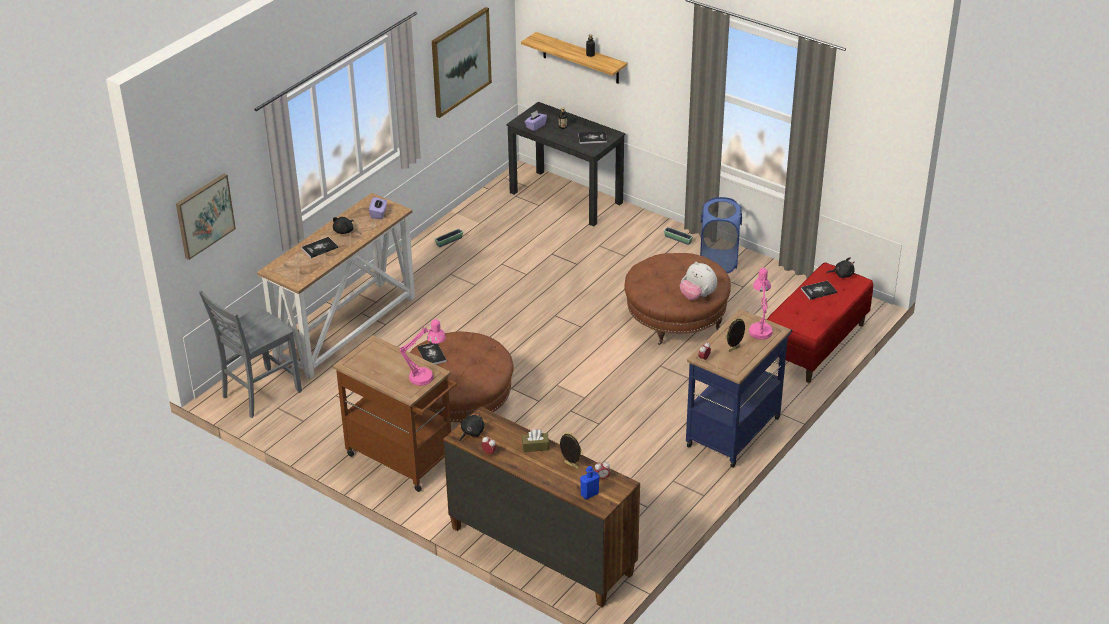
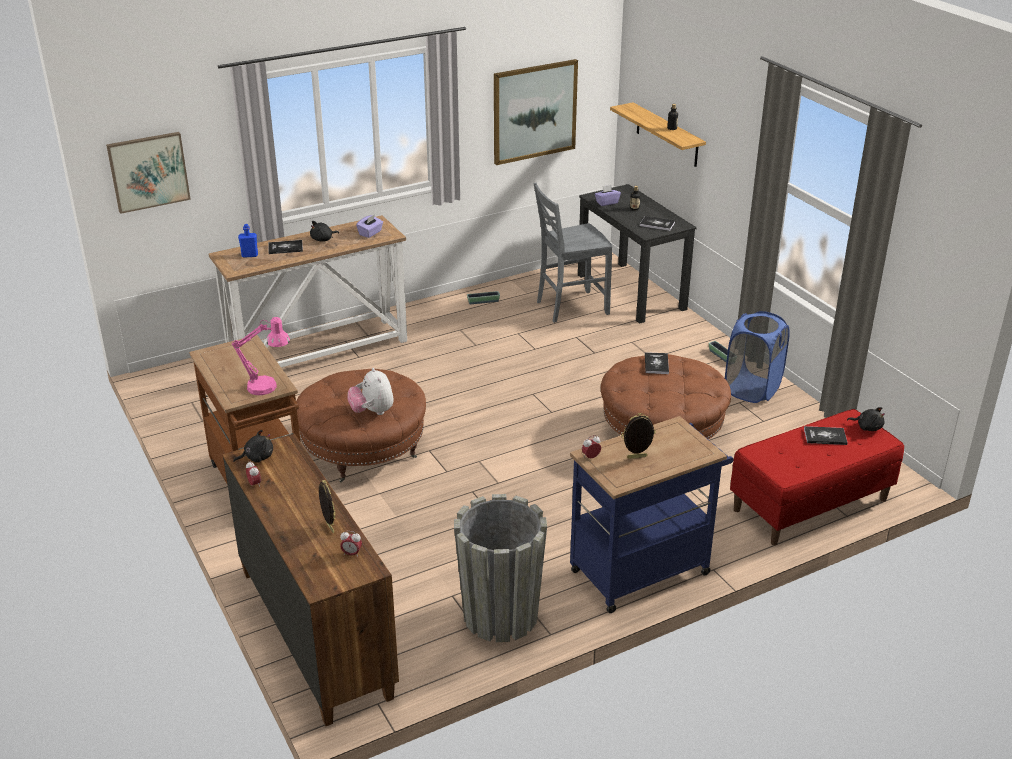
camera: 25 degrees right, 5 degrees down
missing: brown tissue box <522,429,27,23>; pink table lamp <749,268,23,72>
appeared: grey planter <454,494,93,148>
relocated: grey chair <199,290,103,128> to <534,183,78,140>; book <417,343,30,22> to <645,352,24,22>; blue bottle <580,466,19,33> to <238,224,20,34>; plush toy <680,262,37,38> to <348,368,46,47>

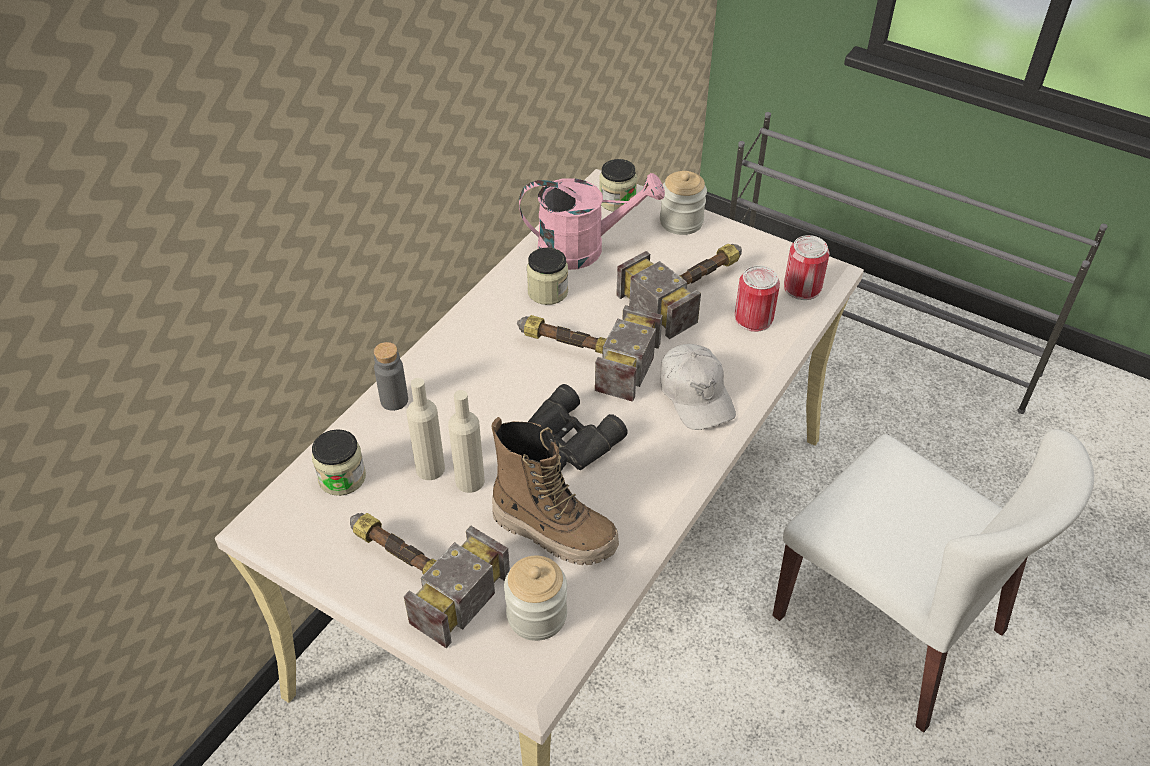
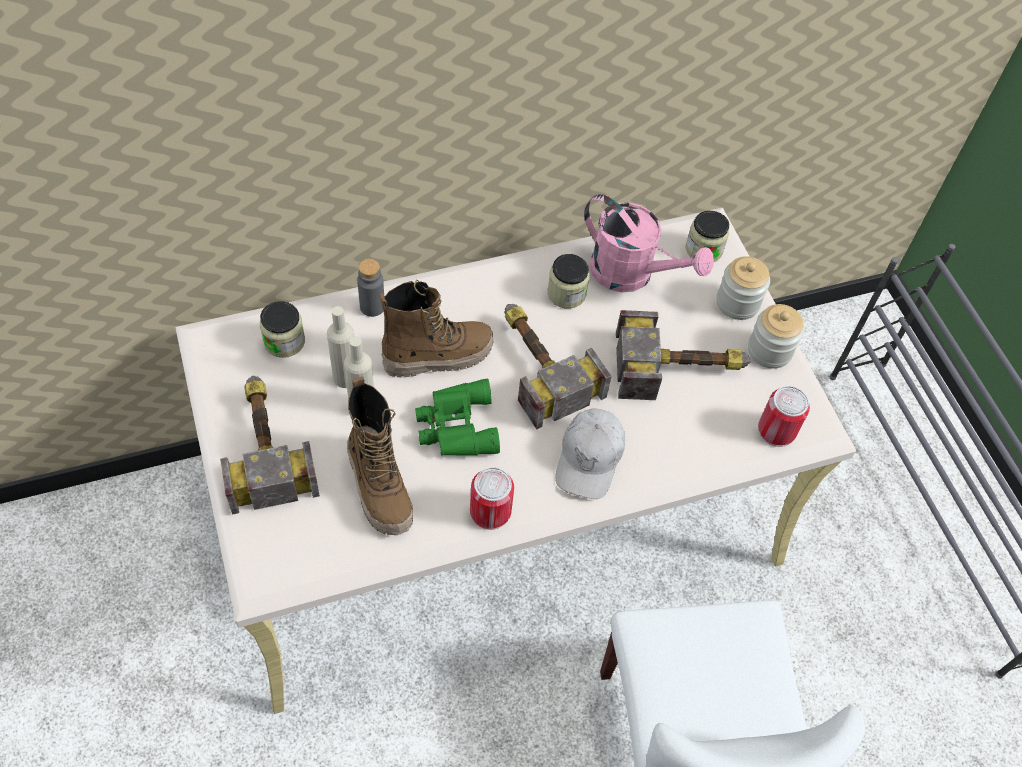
camera: 35 degrees right, 10 degrees up
appeared: boot <379,279,115,98>
relocated: jar <504,556,63,85> to <748,304,56,65>; can <735,265,45,67> to <470,467,44,63>
colour: black binoculars <528,384,100,87> to green binoculars <415,379,85,77>

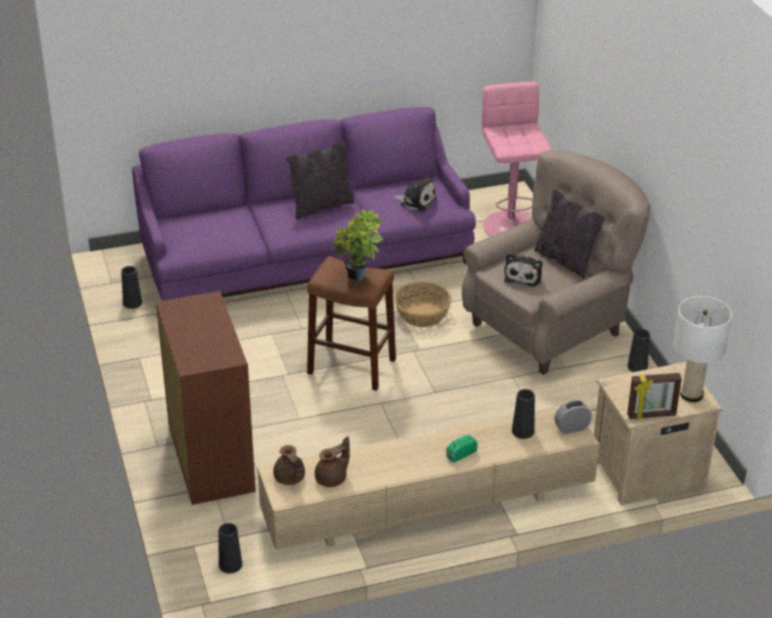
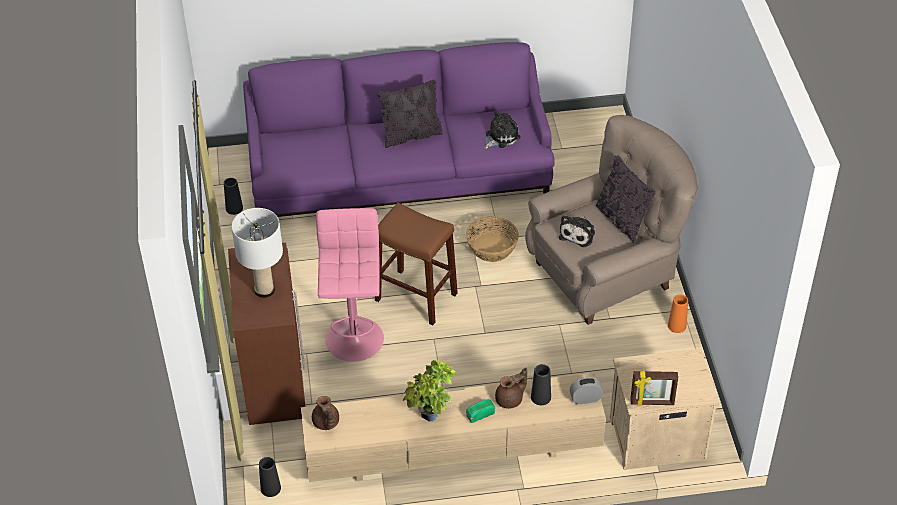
camera: 10 degrees right, 10 degrees up
relocated: brown teapot <315,436,35,51> to <495,368,32,41>; potted plant <332,209,51,72> to <403,360,53,61>; pink stool <482,82,70,154> to <316,208,68,154>; white table lamp <673,296,59,106> to <231,208,52,90>
colour: black vase <627,329,23,43> to orange vase <668,295,20,38>
spun: plush toy <393,175,44,36> = <484,111,37,38> 75 degrees counterclockwise

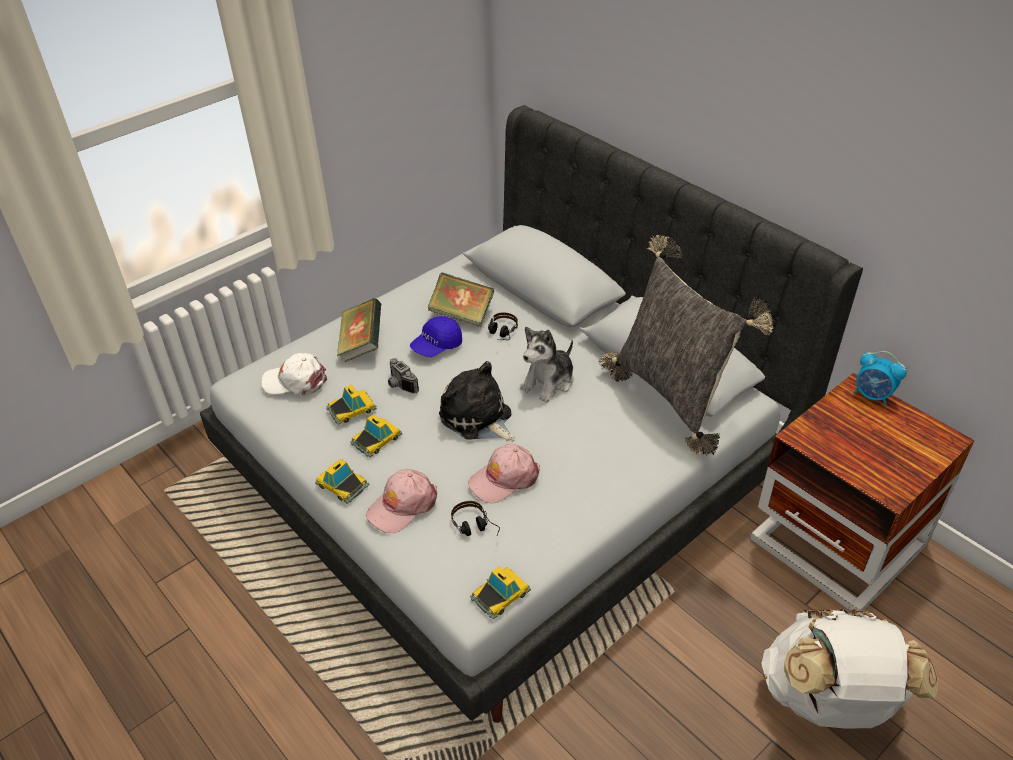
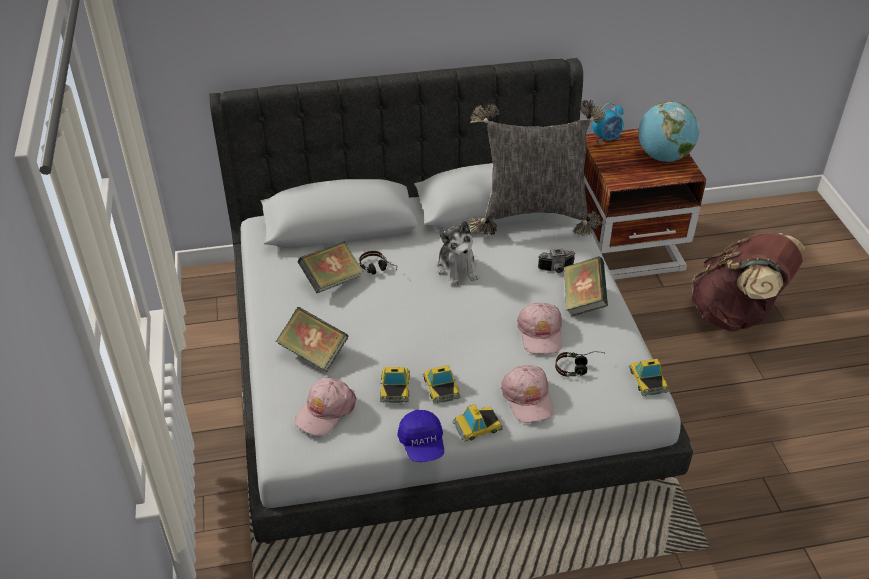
camera: 60 degrees left, 0 degrees up
missing: plush toy <439,361,76,80>
appeared: book <563,256,45,61>; globe <638,101,62,61>
relocated: photo camera <388,358,31,35> to <538,249,37,24>; blue cap <410,316,52,41> to <397,410,47,52>
colour: white cap <261,353,66,42> to pink cap <294,378,62,58>; white backpack <761,609,177,119> to brown backpack <692,233,113,98>

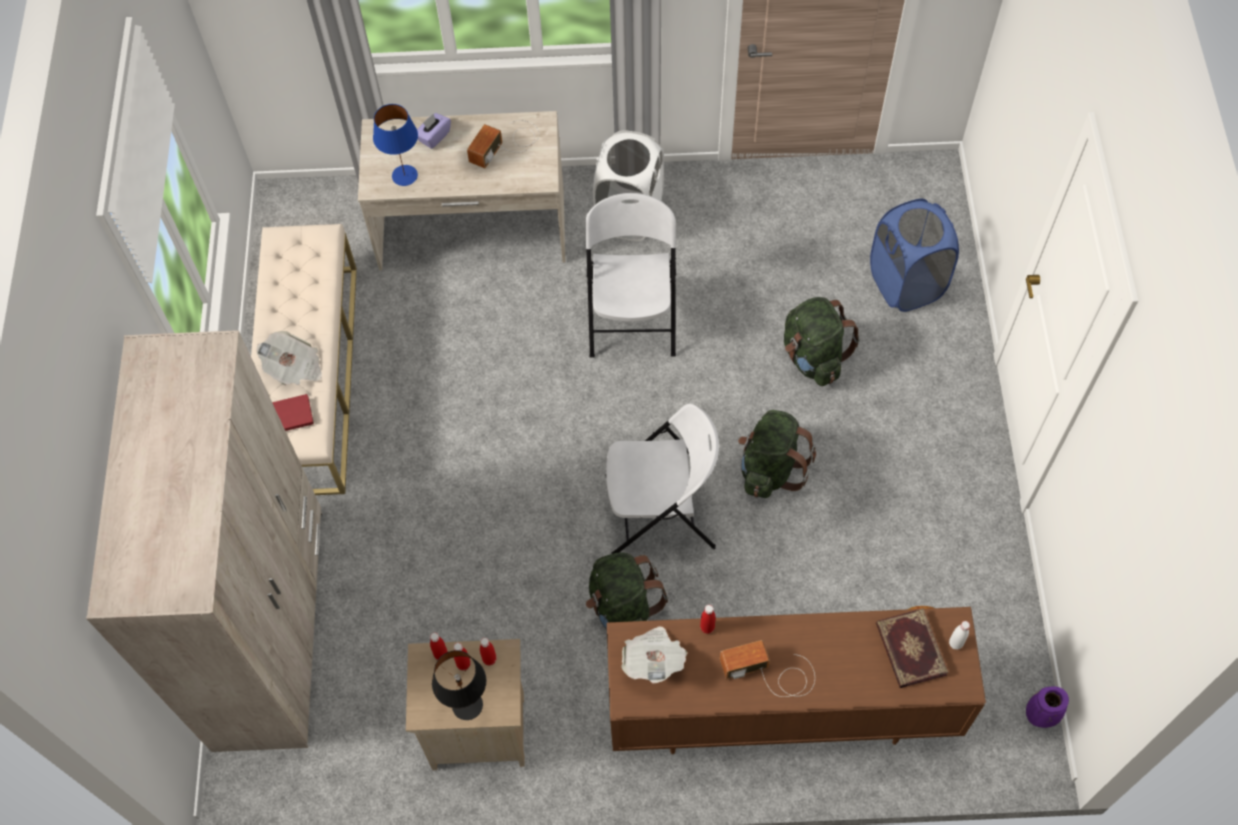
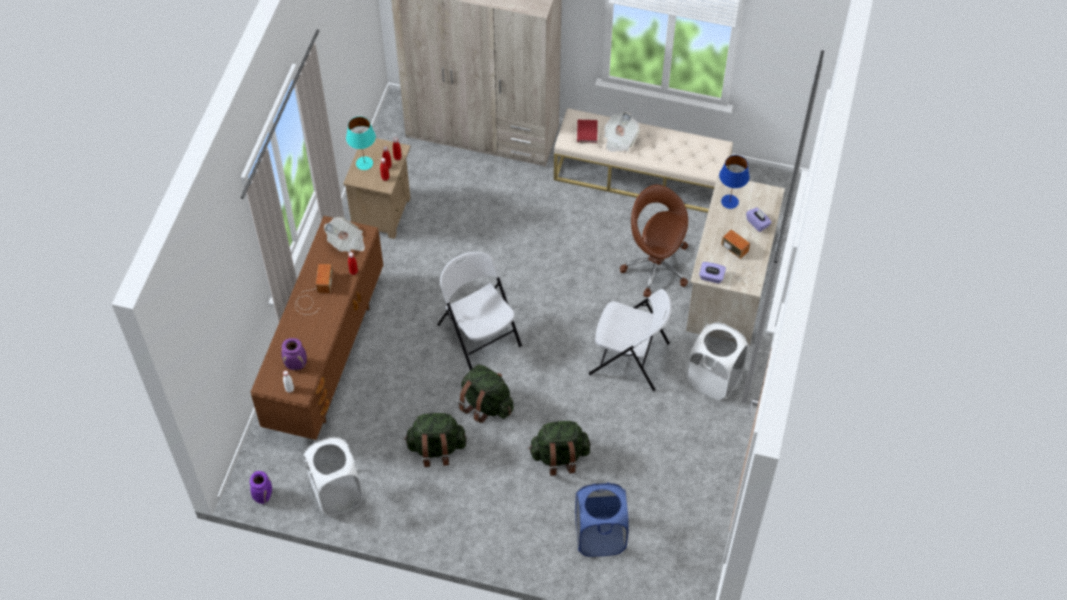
camera: 105 degrees right, 5 degrees down
appeared: white laundry basket <303,436,60,80>; brown office chair <620,185,68,112>; purple tissue box <699,262,27,22>
relocated: green backpack <586,552,83,78> to <404,413,62,54>
exchanged: book <876,608,72,80> to purple vase <282,338,25,32>
colour: black table lamp <432,650,54,70> to turquoise table lamp <346,116,30,54>
spun: white chair <605,404,114,150> = <437,252,85,118> 135 degrees clockwise

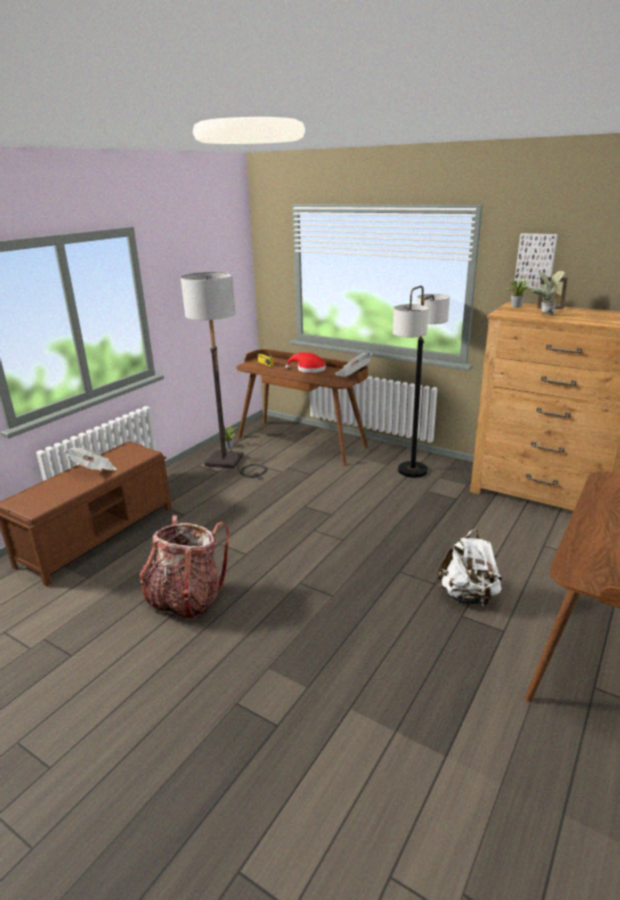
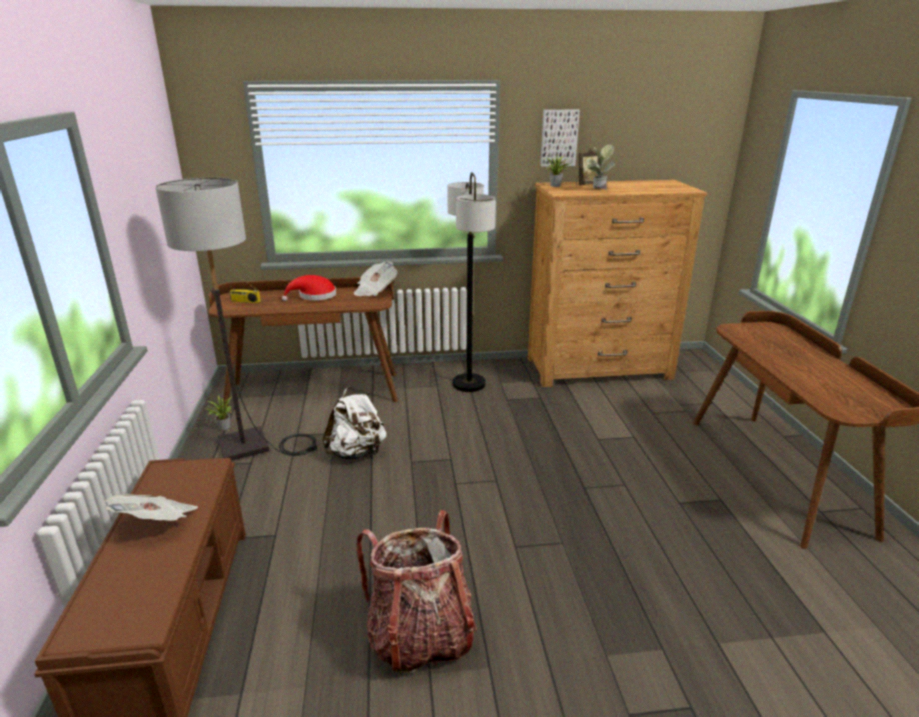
camera: 40 degrees left, 0 degrees up
relocated: white backpack <436,529,66,78> to <322,387,64,73>

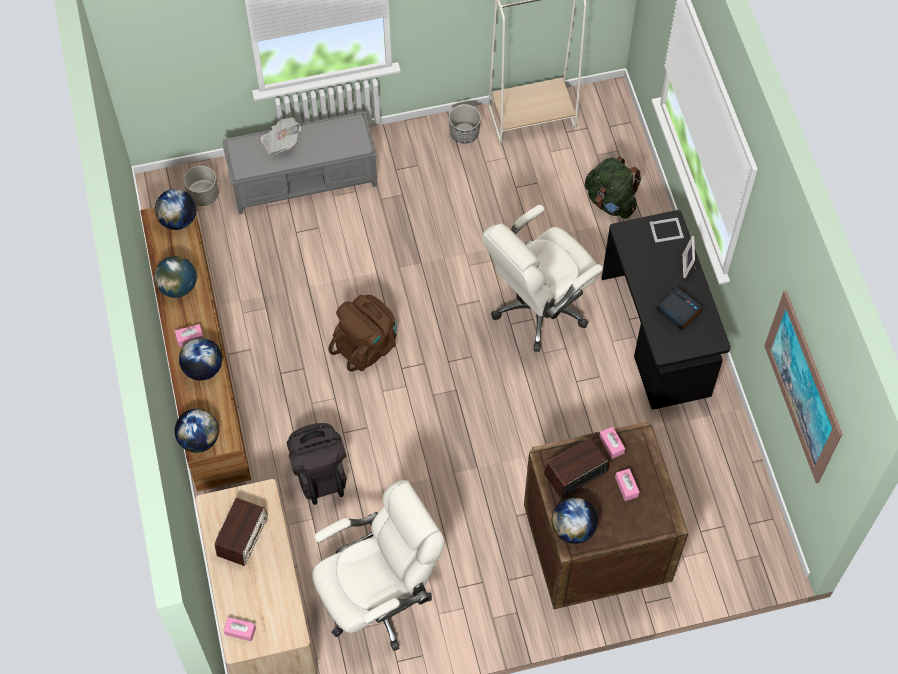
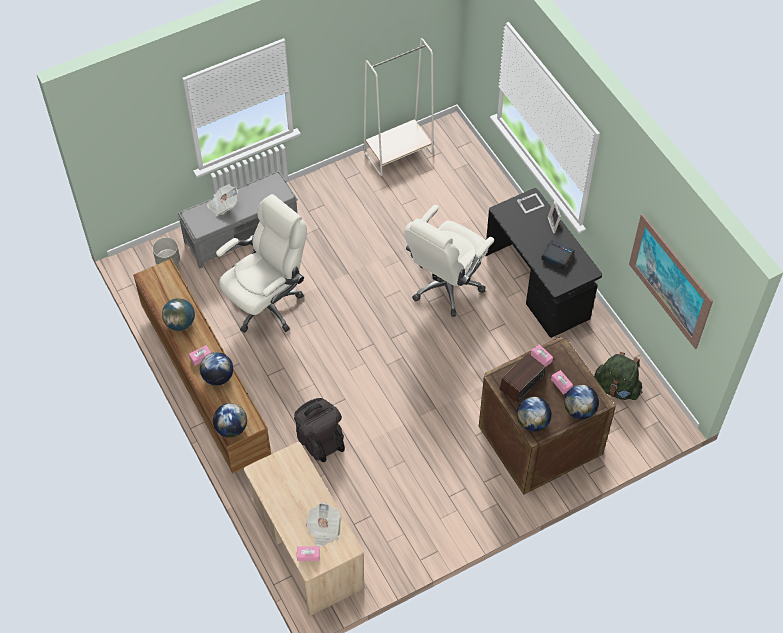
camera: 15 degrees left, 5 degrees down
missing: radio <215,498,53,68>; brown backpack <329,295,68,77>; planter <448,104,33,40>
appeared: newspaper <306,502,36,45>
relocated: globe <155,189,41,41> to <564,385,35,34>; white office chair <312,480,132,171> to <216,194,91,139>; green backpack <585,156,57,63> to <594,352,48,48>

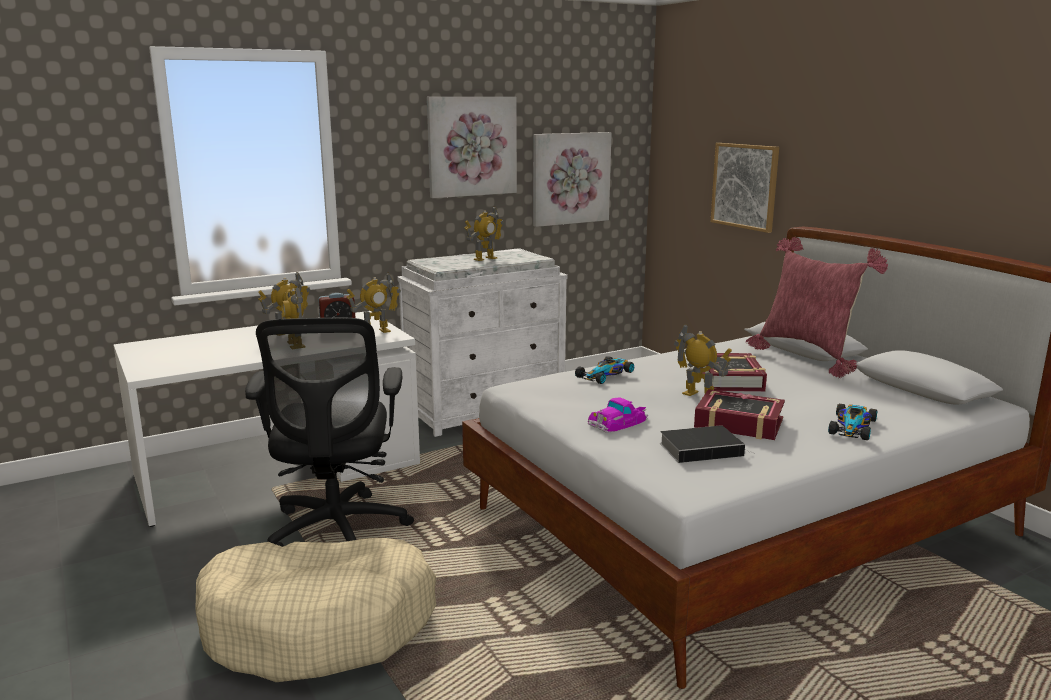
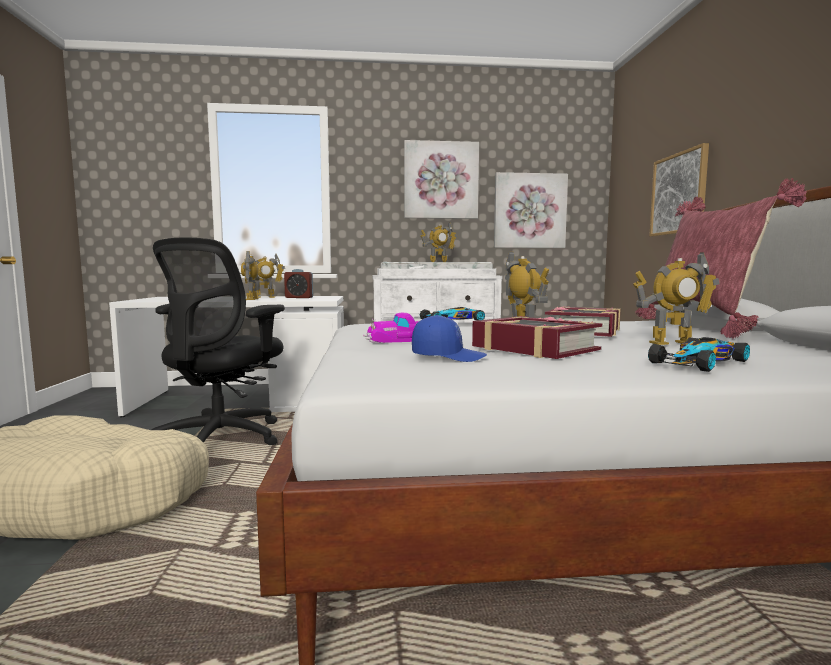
camera: 25 degrees right, 10 degrees down
relocated: toy robot <347,273,54,60> to <633,252,86,93>
exchanged: book <660,425,91,38> to blue cap <412,315,75,47>

